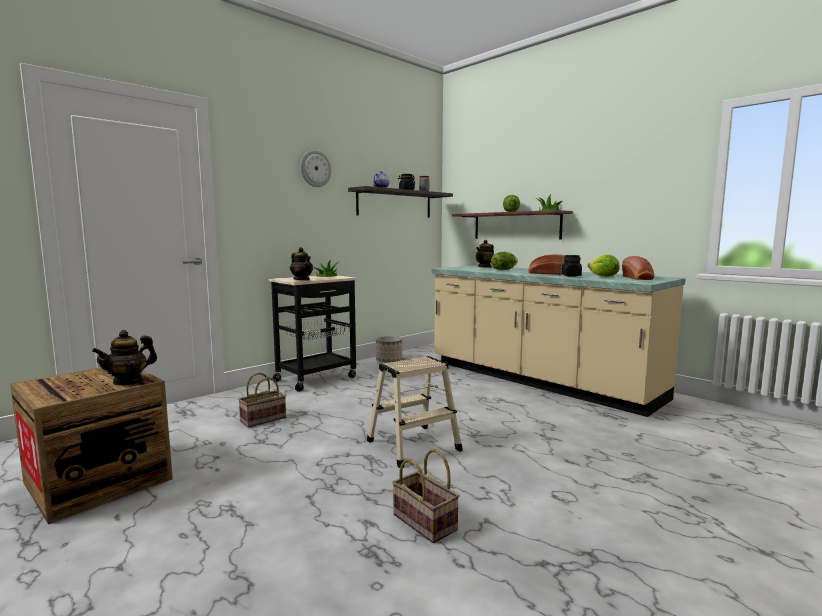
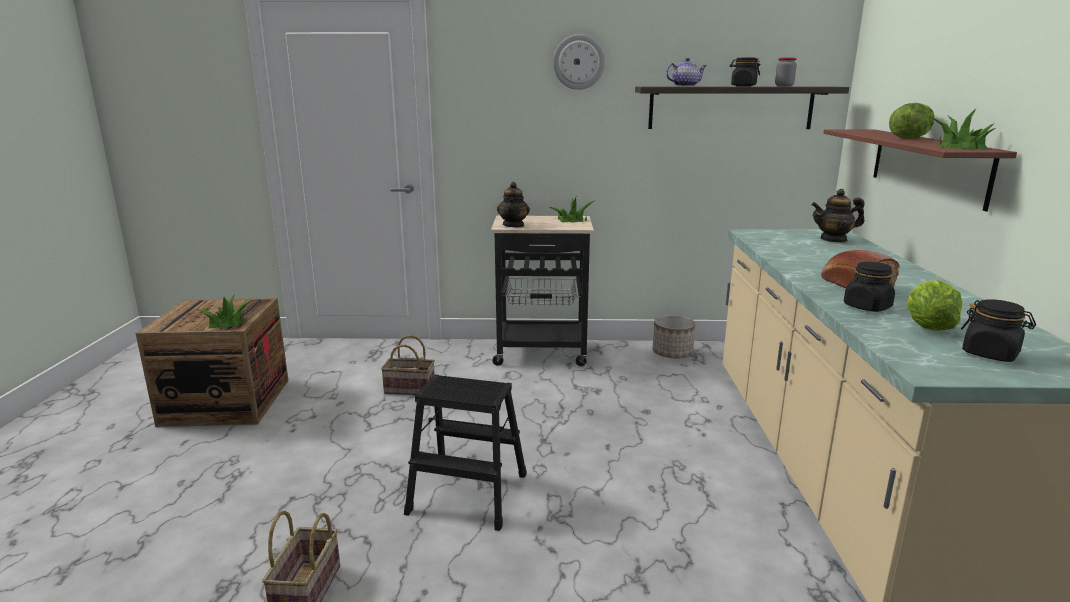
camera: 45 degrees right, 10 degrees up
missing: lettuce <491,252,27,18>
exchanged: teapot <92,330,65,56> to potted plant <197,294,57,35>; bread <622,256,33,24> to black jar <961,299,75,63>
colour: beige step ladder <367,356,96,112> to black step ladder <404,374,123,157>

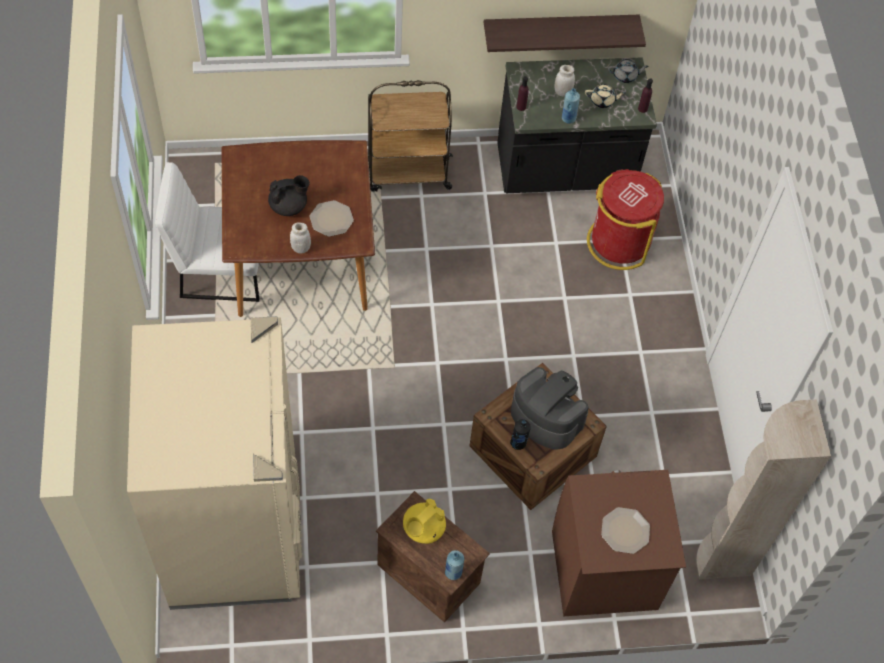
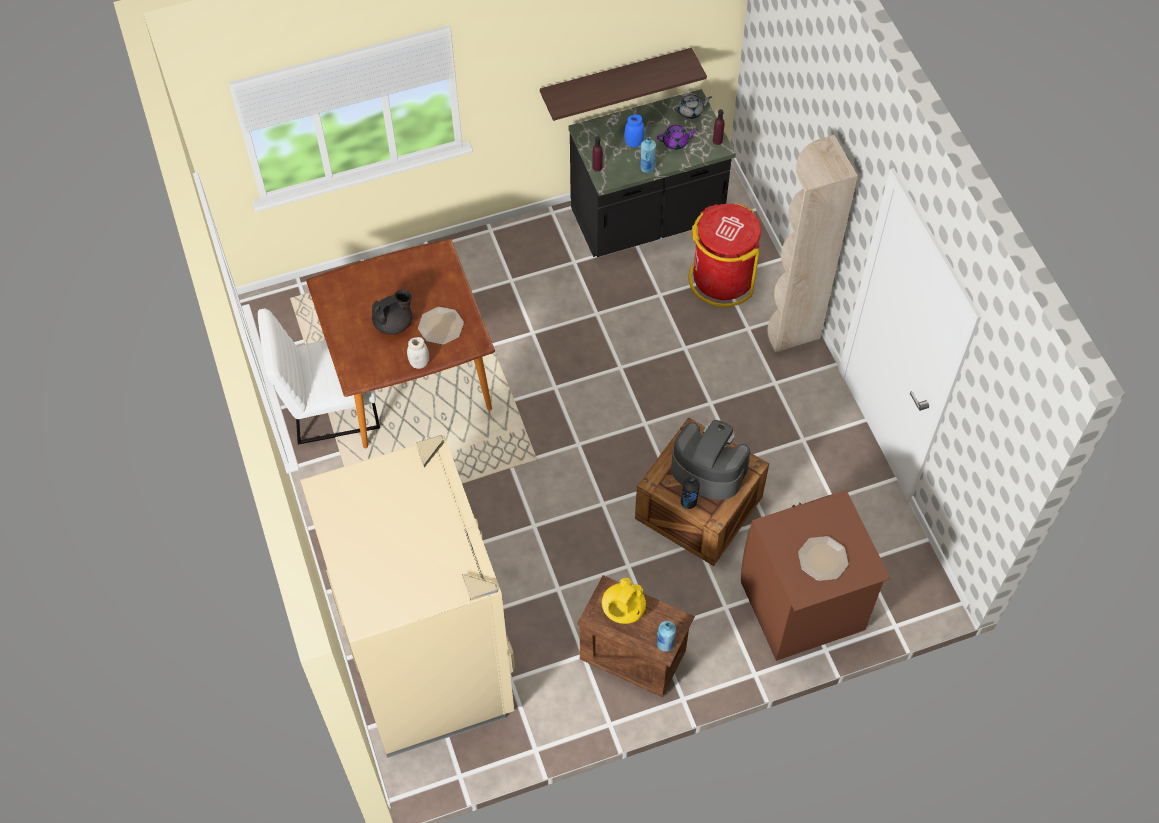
camera: 10 degrees left, 0 degrees up
missing: brown cart <368,80,85,112>
relocated: beige bookcase <696,399,135,181> to <767,135,91,217>
colour: white jar <554,65,21,32> to blue jar <624,114,21,33>; beige teapot <585,84,41,24> to purple teapot <657,125,41,25>

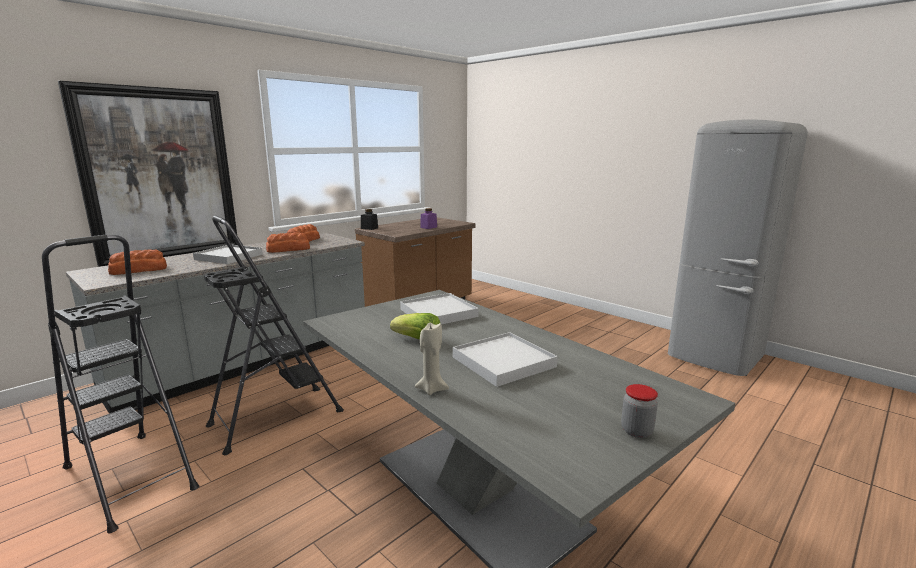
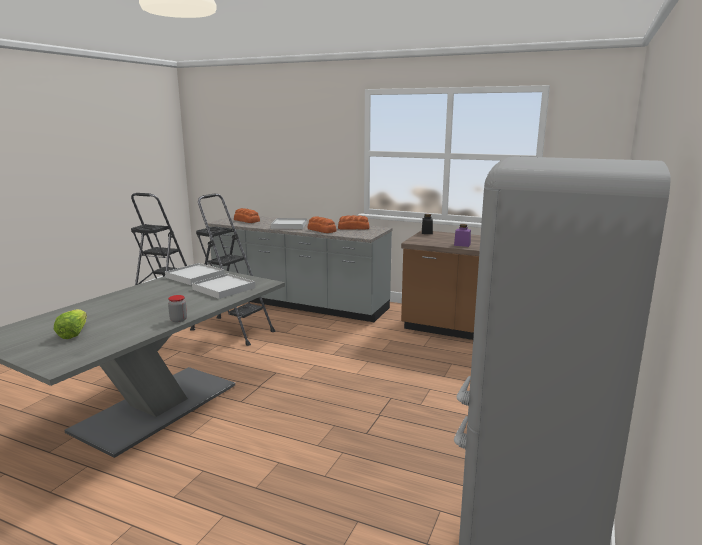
camera: 70 degrees right, 0 degrees up
missing: picture <58,81,180,186>; beige candle <415,321,34,74>
relocated: lettuce <390,313,50,27> to <54,309,33,30>; white tray <453,332,105,55> to <165,263,60,22>; jar <621,384,37,54> to <168,295,19,27>

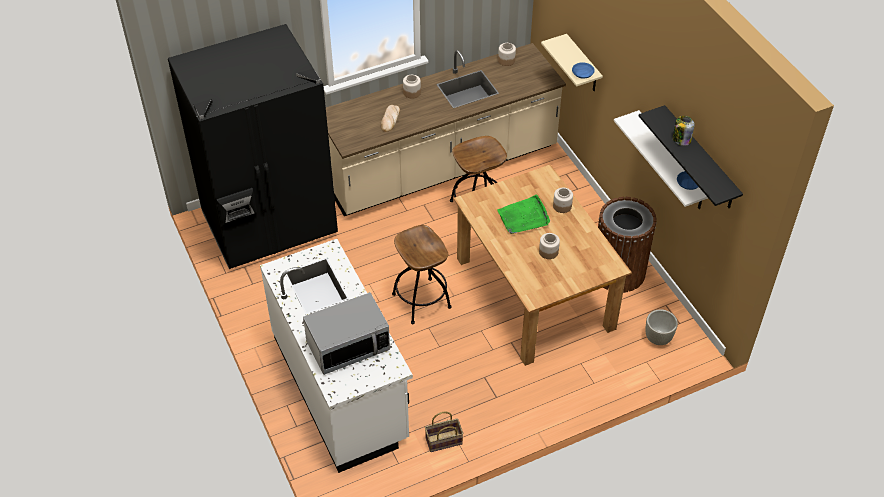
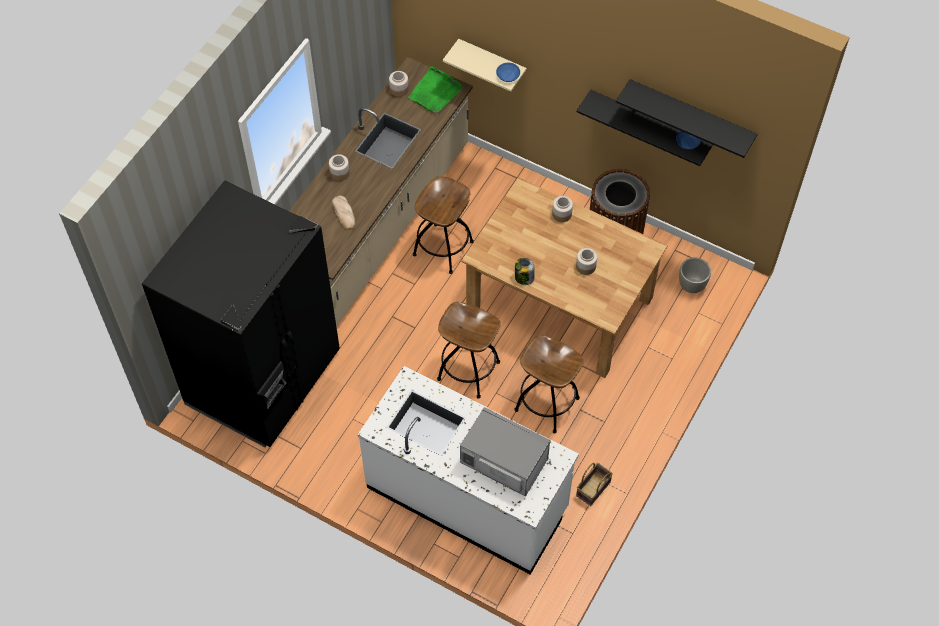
camera: 35 degrees left, 10 degrees up
appeared: brown stool <515,335,69,99>
relocated: green tray <497,194,53,40> to <408,66,54,47>; jar <673,116,22,30> to <515,258,19,27>
colour: white shelf <614,110,94,99> to black shelf <576,90,137,76>
spun: microwave <303,292,87,83> = <460,407,90,89> 90 degrees counterclockwise

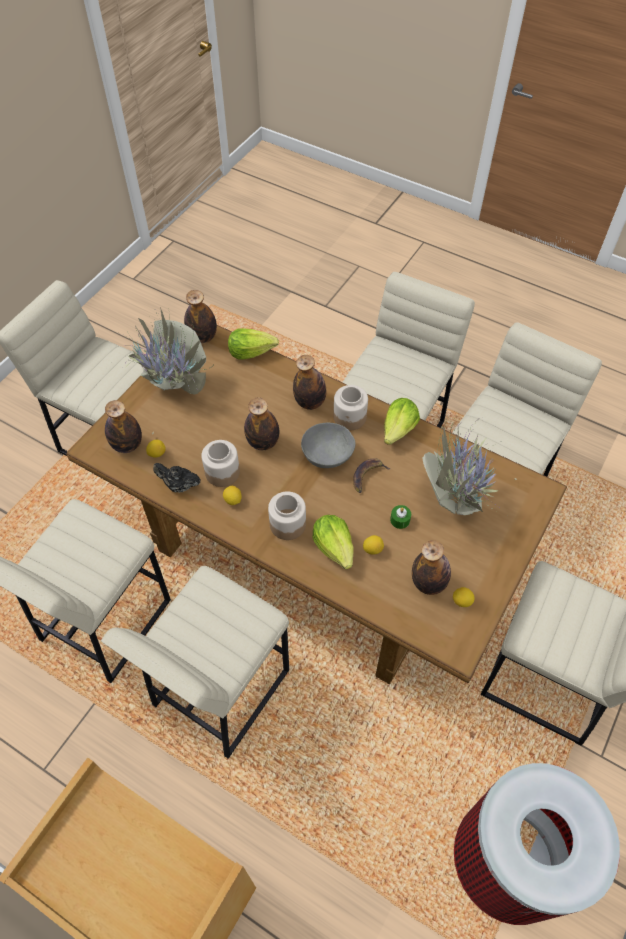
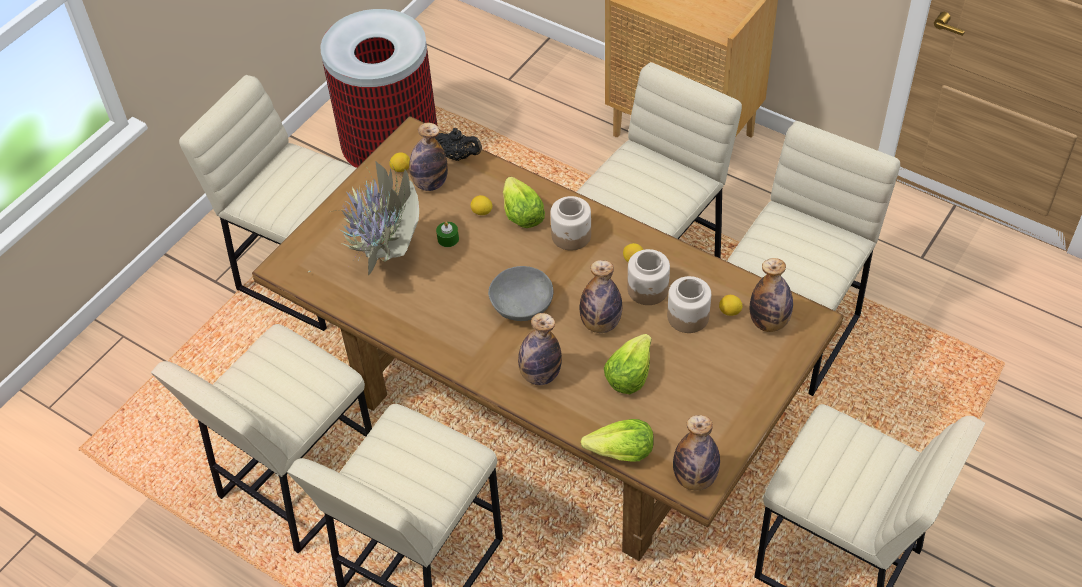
camera: 175 degrees left, 5 degrees down
missing: potted plant <124,307,90,128>; banana <353,458,38,35>
relocated: black teapot <153,463,48,30> to <435,128,47,33>; jar <333,385,35,45> to <667,276,44,57>; lettuce <384,398,36,47> to <604,334,48,60>

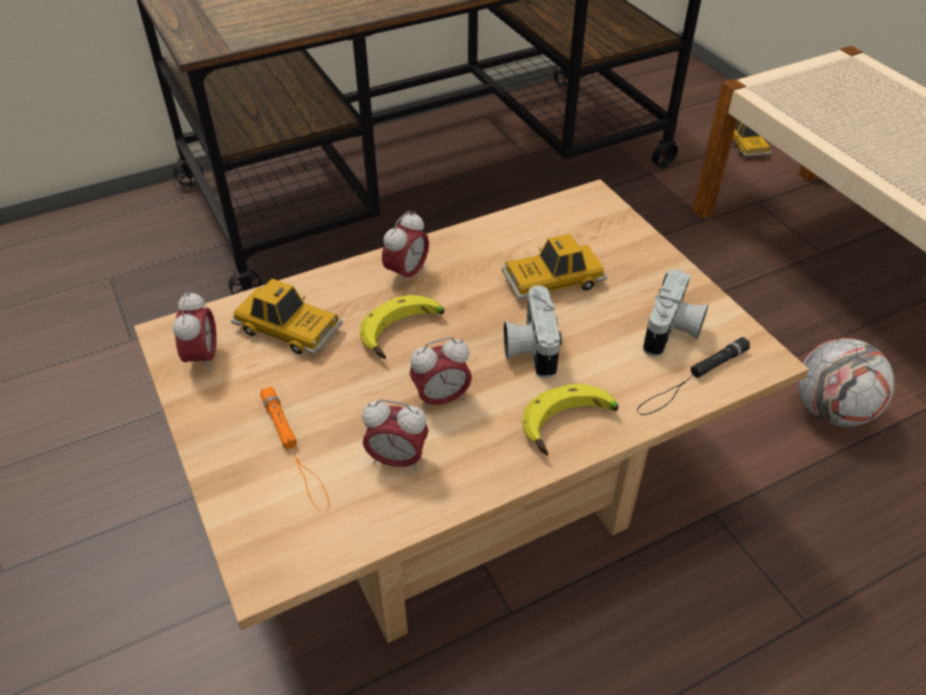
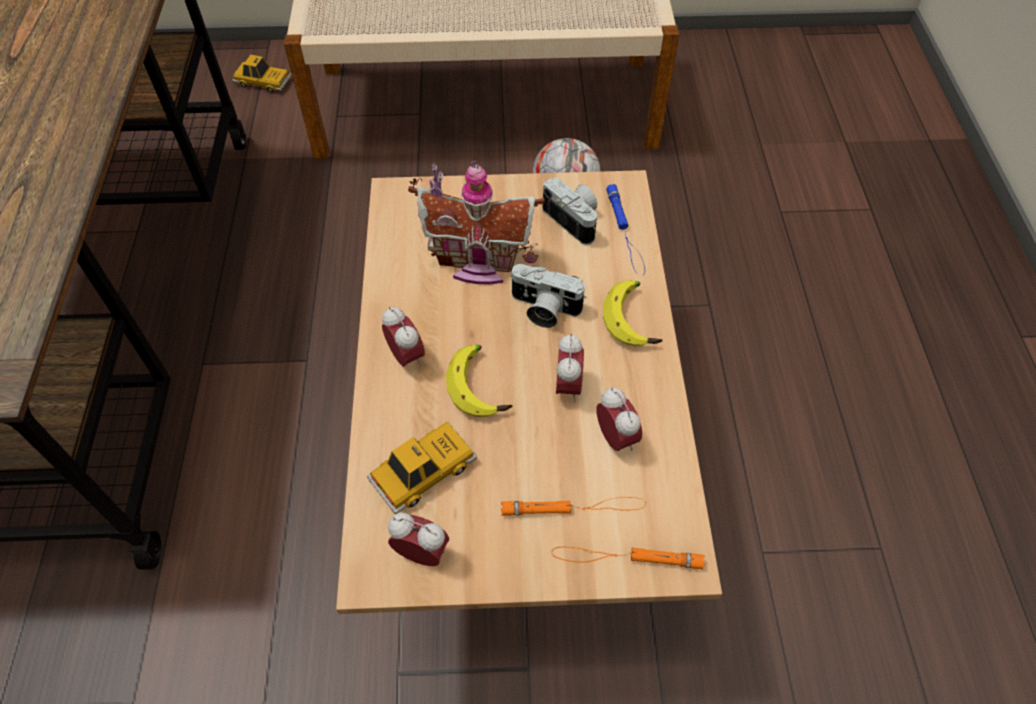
camera: 65 degrees left, 10 degrees up
appeared: orange flashlight <552,547,153,22>
exchanged: toy car <502,234,105,66> to toy house <408,161,137,124>
colour: black flashlight <637,337,113,78> to blue flashlight <606,184,39,91>
spun: alarm clock <362,399,67,72> = <596,388,46,63> 60 degrees counterclockwise

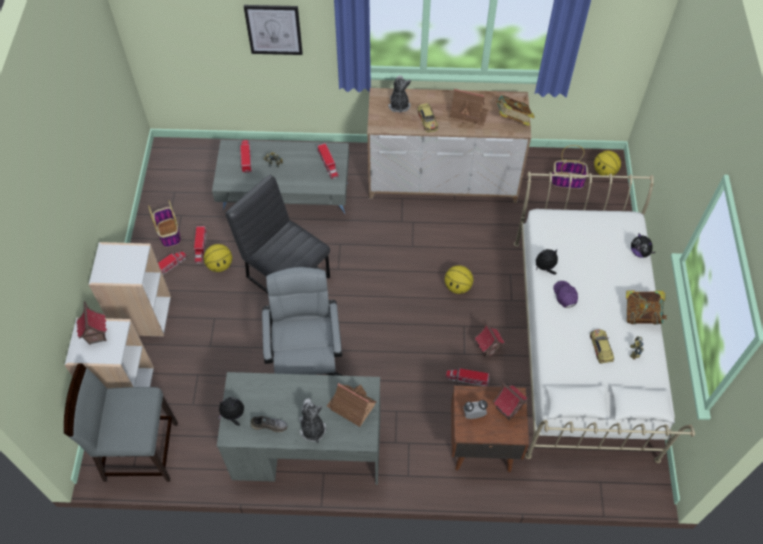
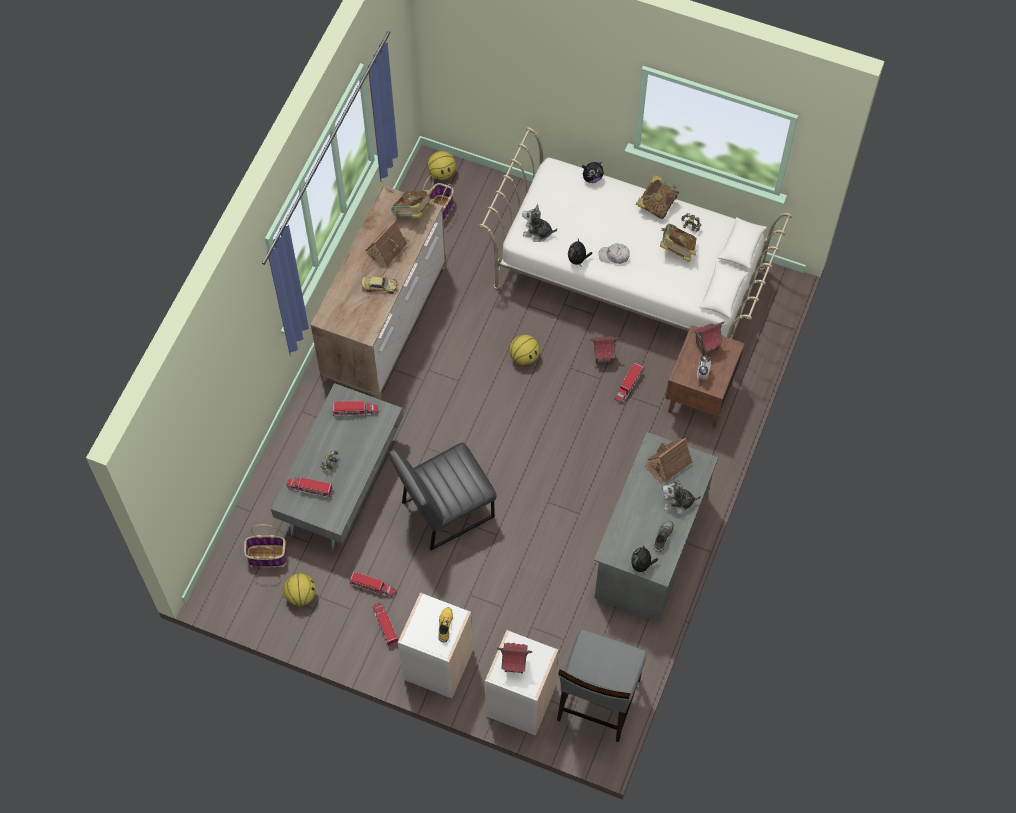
camera: 70 degrees left, 5 degrees up
missing: picture <244,5,59,50>; grey office chair <262,267,81,109>
appeared: yellow shoe <438,607,15,35>
relocated: basket <148,201,33,46> to <244,524,43,43>; basketball <204,244,28,28> to <284,573,32,33>; plush toy <388,75,23,38> to <522,204,35,38>
exchanged: toy car <590,329,24,35> to book <660,224,36,38>
colour: purple cap <553,281,25,27> to white cap <599,243,31,21>

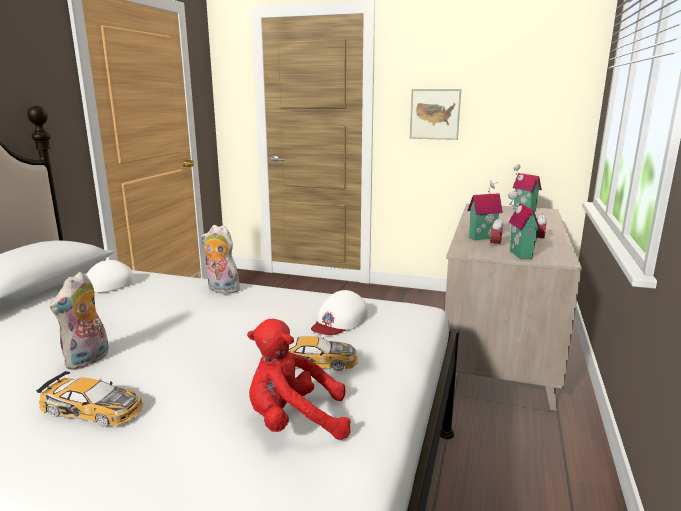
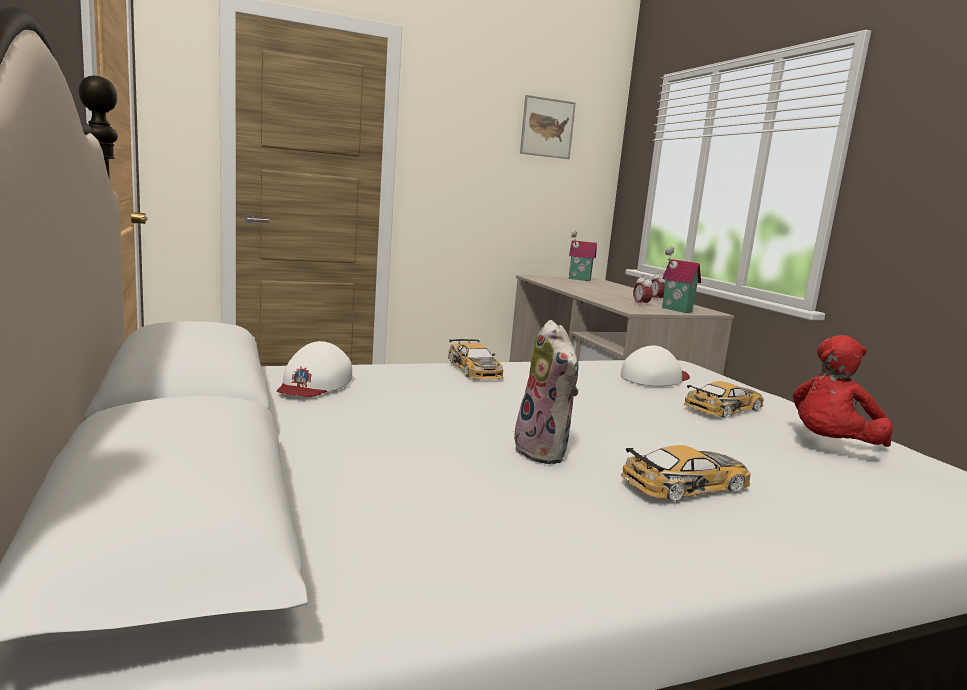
camera: 40 degrees left, 5 degrees down
missing: toy house <467,181,36,59>
relocated: picture <410,89,51,51> to <520,95,56,64>
exchanged: plush toy <201,225,42,69> to toy car <448,339,55,40>
spun: white cap <311,290,57,45> = <621,346,69,40> 120 degrees counterclockwise

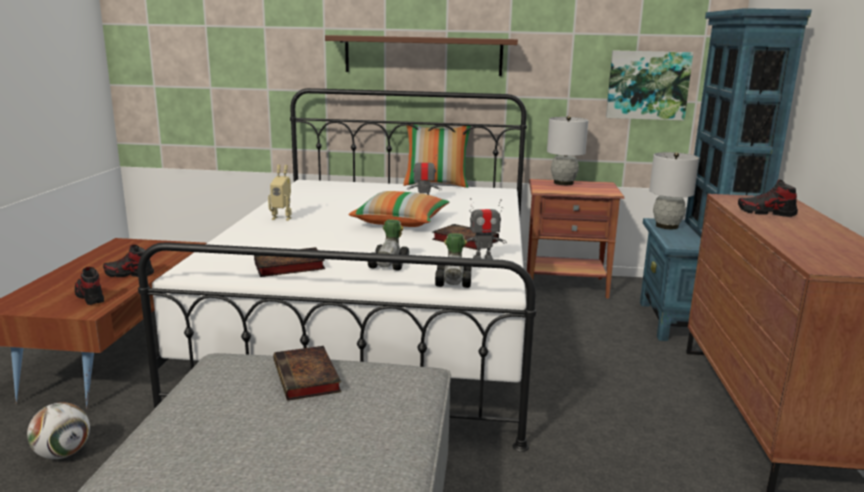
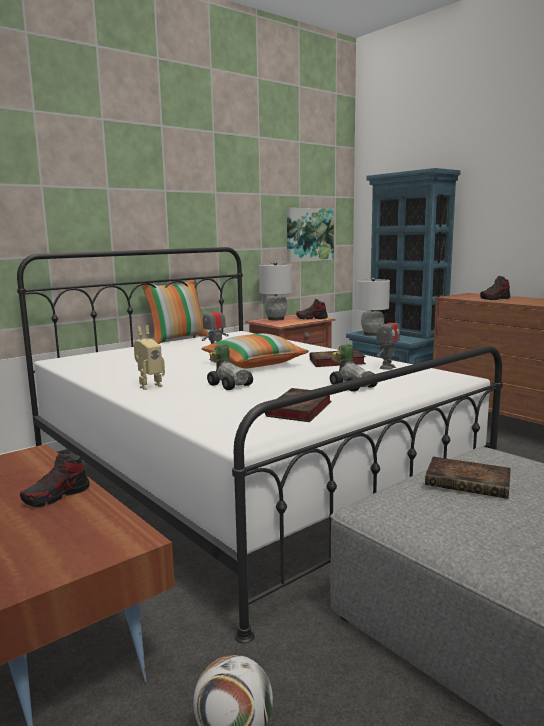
camera: 45 degrees left, 5 degrees down
missing: brown shelf <325,35,193,41>
relocated: shoe <75,267,29,38> to <296,299,32,21>; toy car <435,233,36,55> to <207,344,46,46>

